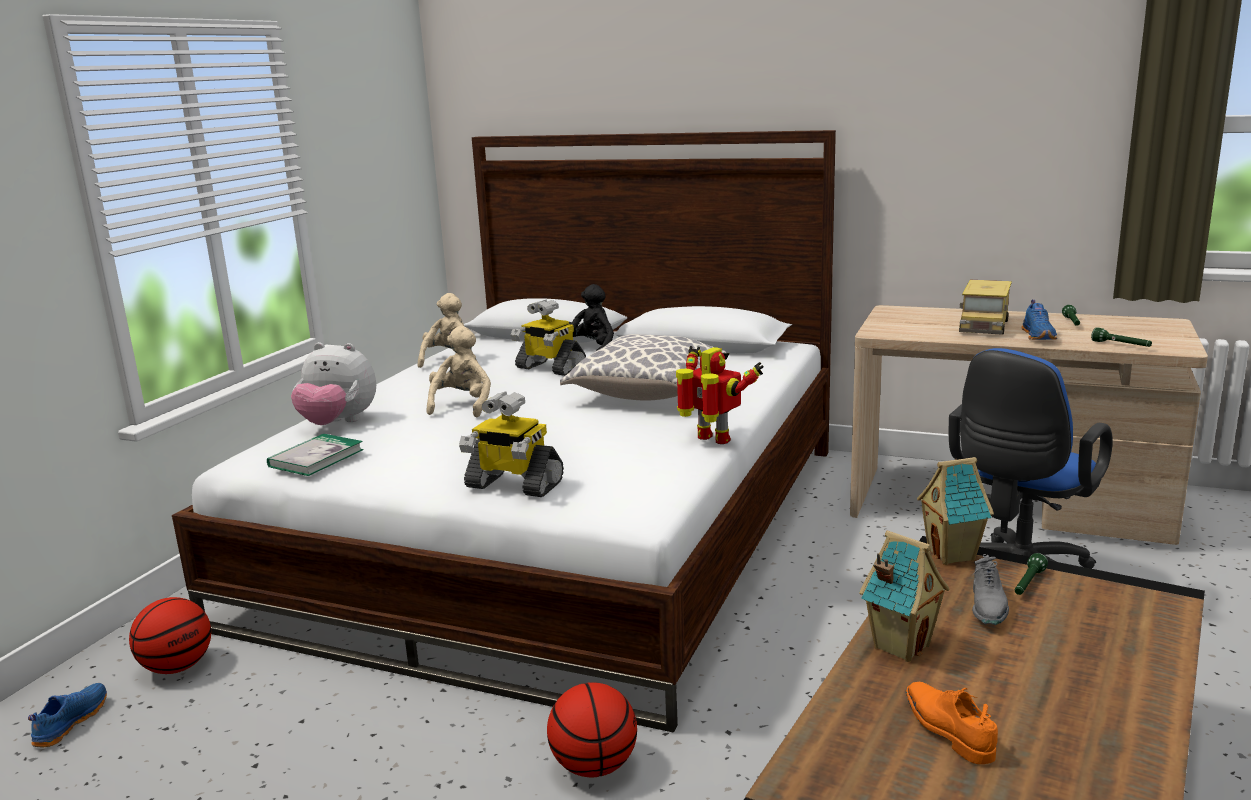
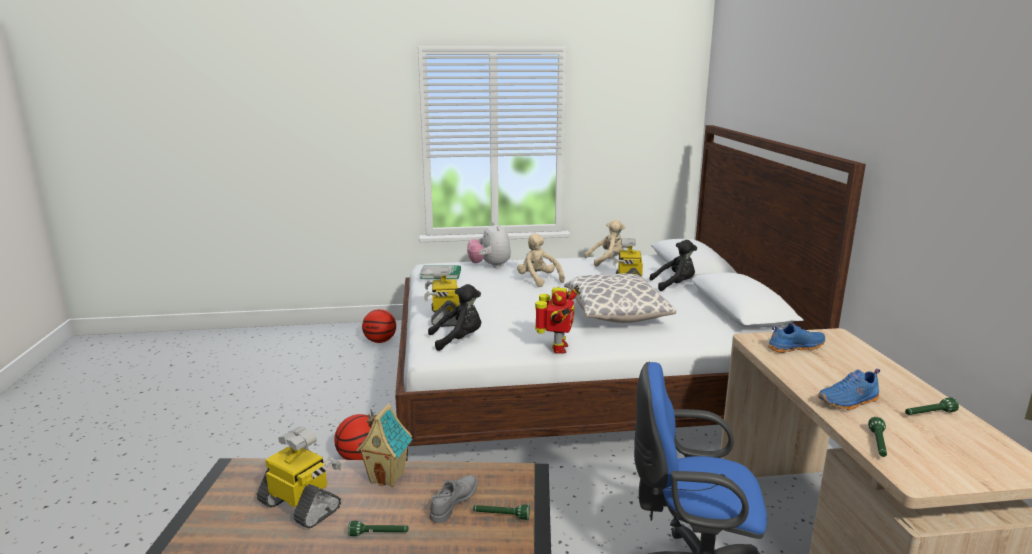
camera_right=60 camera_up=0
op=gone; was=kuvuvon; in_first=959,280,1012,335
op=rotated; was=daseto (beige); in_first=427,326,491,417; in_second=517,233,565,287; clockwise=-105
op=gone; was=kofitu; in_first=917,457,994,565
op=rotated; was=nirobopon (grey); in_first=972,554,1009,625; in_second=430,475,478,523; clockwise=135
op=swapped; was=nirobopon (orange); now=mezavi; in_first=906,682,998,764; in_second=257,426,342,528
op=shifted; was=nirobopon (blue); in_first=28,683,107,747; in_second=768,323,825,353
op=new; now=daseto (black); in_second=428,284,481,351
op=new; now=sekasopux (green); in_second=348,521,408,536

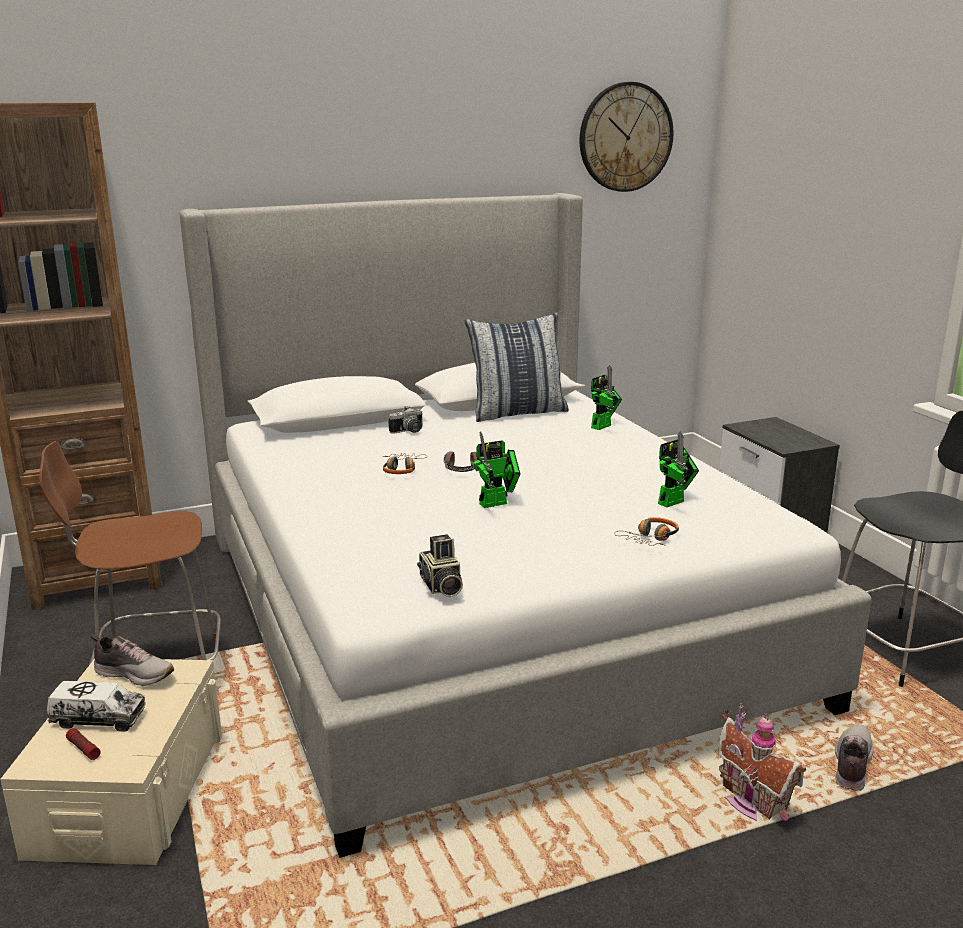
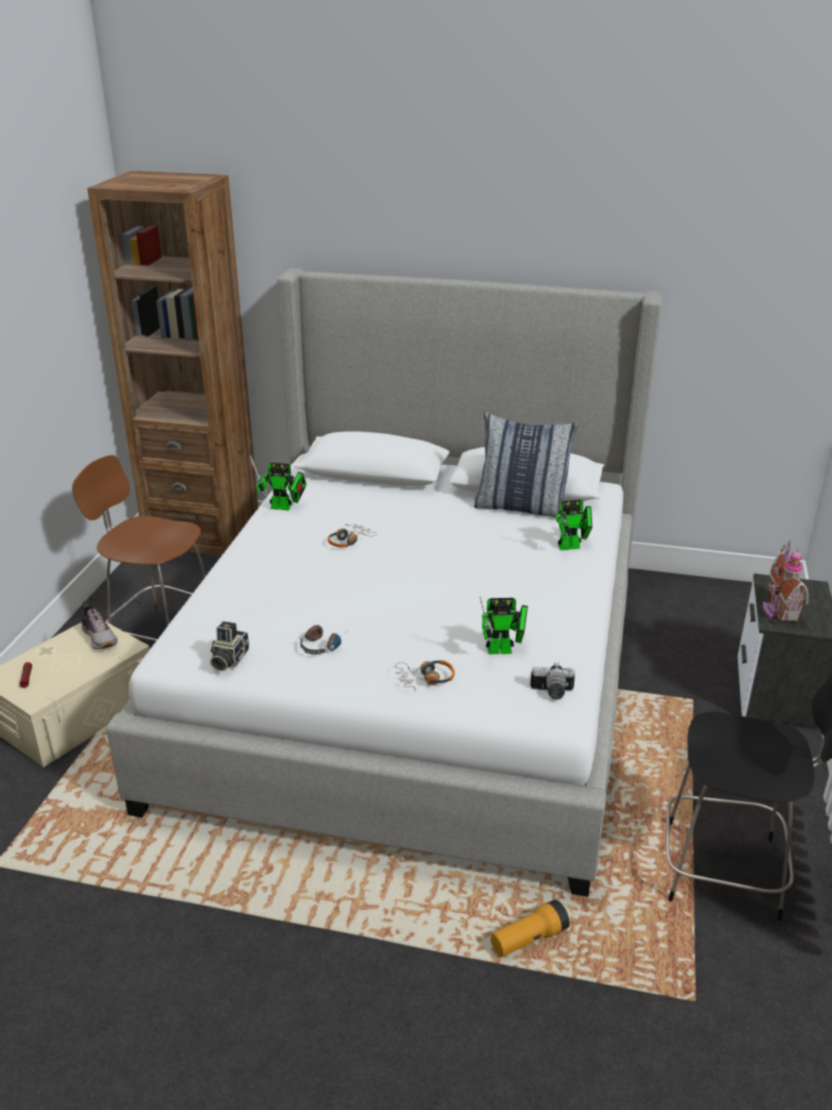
camera_right=35 camera_up=10
op=gone; was=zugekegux; in_first=580,82,674,192
op=shifted; was=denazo; in_first=388,406,423,434; in_second=530,662,575,700
op=shifted; was=mezavi; in_first=474,431,520,508; in_second=250,455,306,511
op=shifted; was=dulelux; in_first=444,451,477,472; in_second=300,625,346,654
op=gone; was=kuvuvon; in_first=47,681,146,732
op=shifted; was=kofitu; in_first=718,703,806,821; in_second=763,541,808,622
op=swapped; was=nirobopon; now=sekasopux; in_first=835,724,873,791; in_second=491,900,570,957

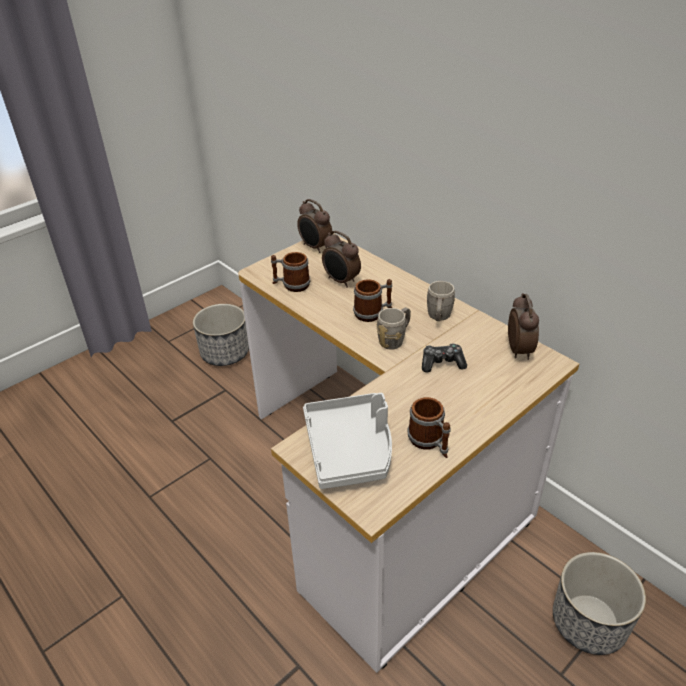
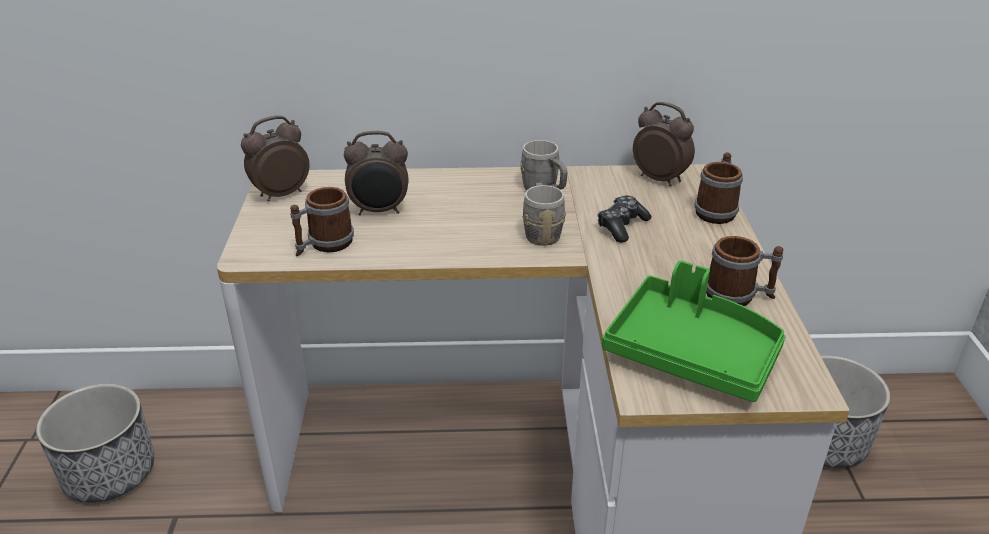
camera_right=-50 camera_up=-5
op=rotated; was=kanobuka; in_first=297,199,332,253; in_second=241,116,310,201; clockwise=150
op=shifted; was=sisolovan; in_first=353,279,392,322; in_second=695,152,743,224
op=repainted; was=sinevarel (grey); now=sinevarel (green); in_first=303,393,392,489; in_second=602,261,785,402

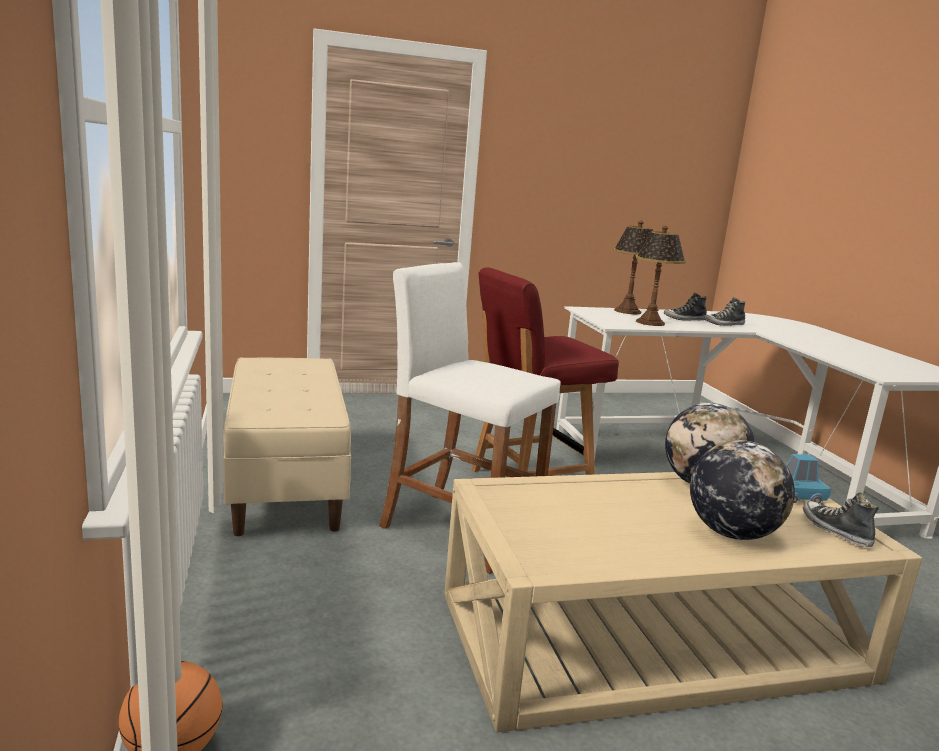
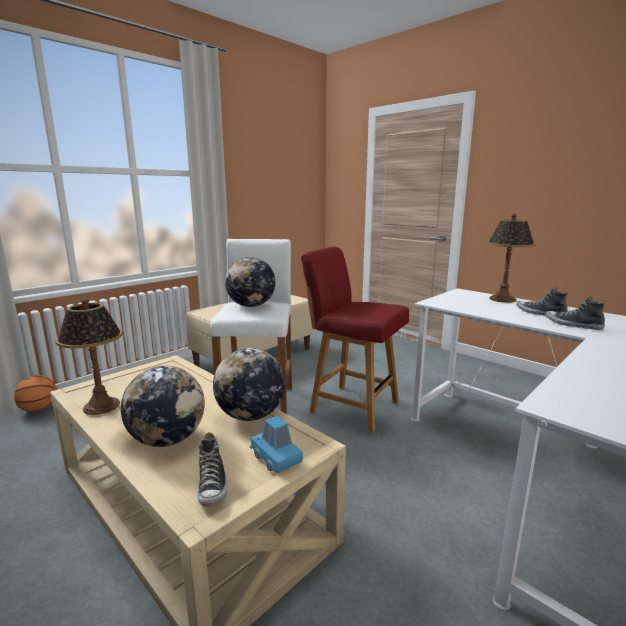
camera_right=60 camera_up=0
op=shifted; was=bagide; in_first=635,226,686,326; in_second=55,298,123,415
op=rotated; was=nirobopon; in_first=803,492,879,547; in_second=197,432,227,506; clockwise=135
op=new; now=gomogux; in_second=225,257,275,307

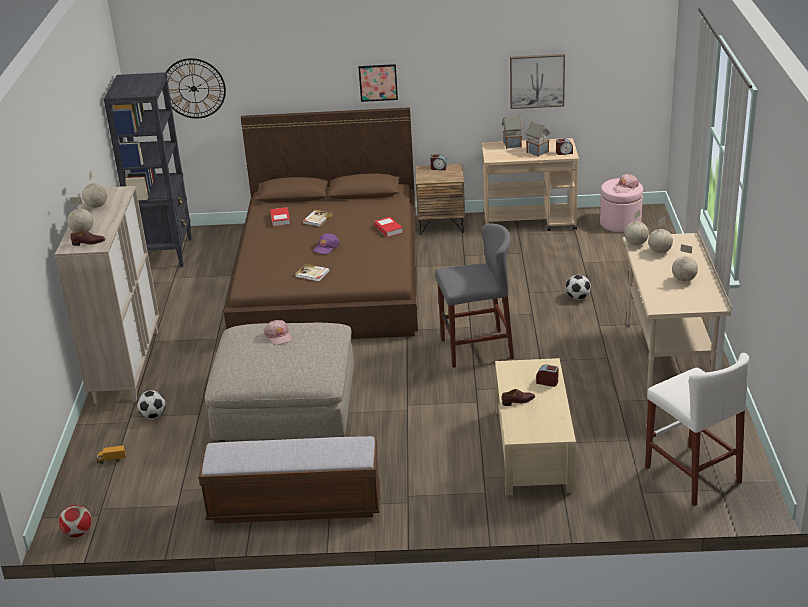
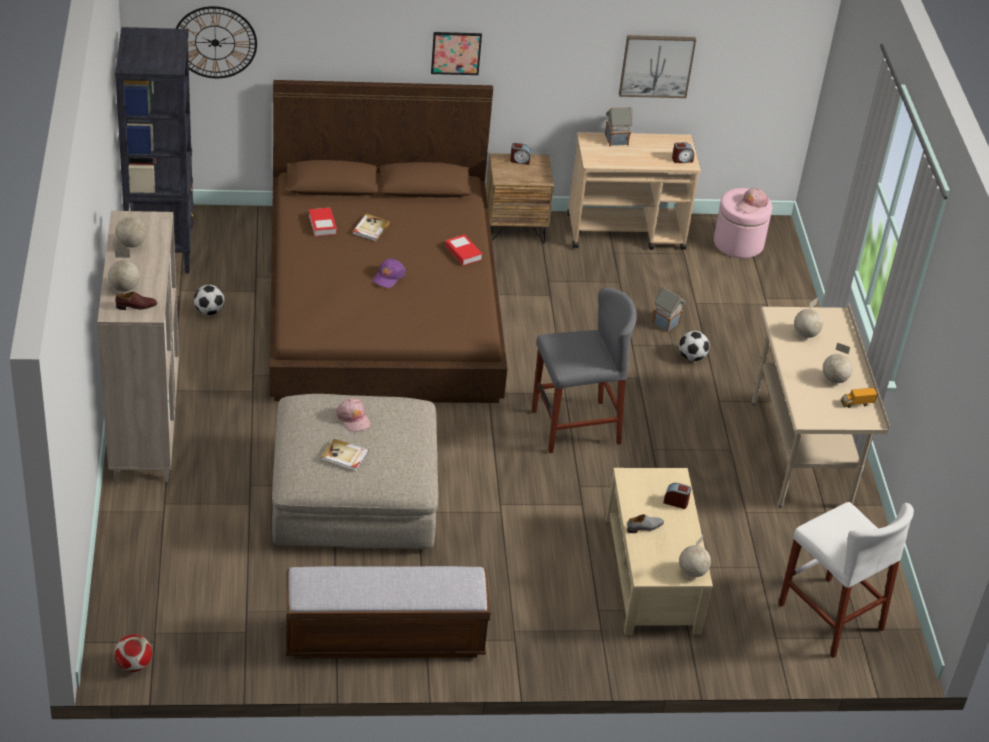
camera_right=-10 camera_up=10
op=shifted; was=kofitu; in_first=526,121,551,157; in_second=652,286,686,333
op=shifted; was=gomogux; in_first=624,209,649,245; in_second=679,534,711,577
op=shifted; was=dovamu; in_first=295,264,330,281; in_second=322,439,368,471
op=repainted; was=nirobopon (brown); now=nirobopon (grey); in_first=502,389,535,406; in_second=627,514,664,533
op=shifted; was=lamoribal; in_first=137,390,166,419; in_second=194,285,225,315
op=shifted; was=kuvuvon; in_first=97,445,126,464; in_second=841,388,878,408

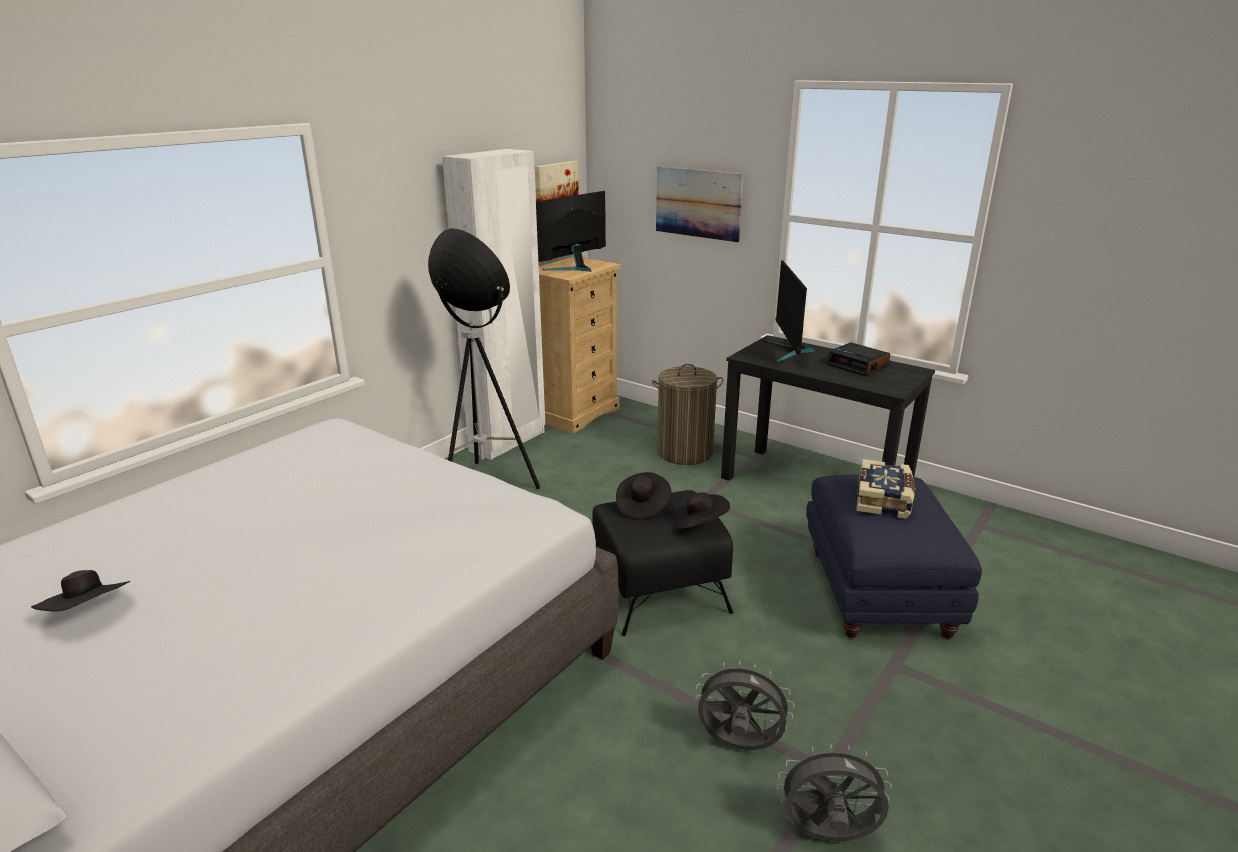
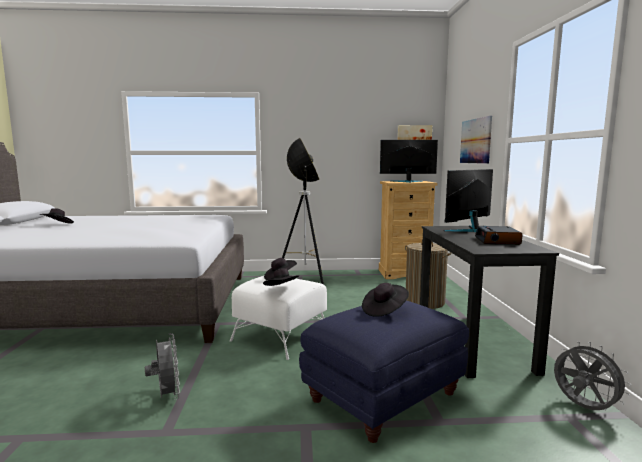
camera_right=50 camera_up=-15
op=gone; was=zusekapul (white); in_first=442,149,545,460
op=swapped; was=dovamu; now=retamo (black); in_first=856,459,915,519; in_second=362,283,409,317
op=repainted; was=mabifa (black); now=mabifa (white); in_first=592,490,733,636; in_second=230,276,327,360
op=shifted; was=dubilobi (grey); in_first=777,743,892,842; in_second=554,341,631,411

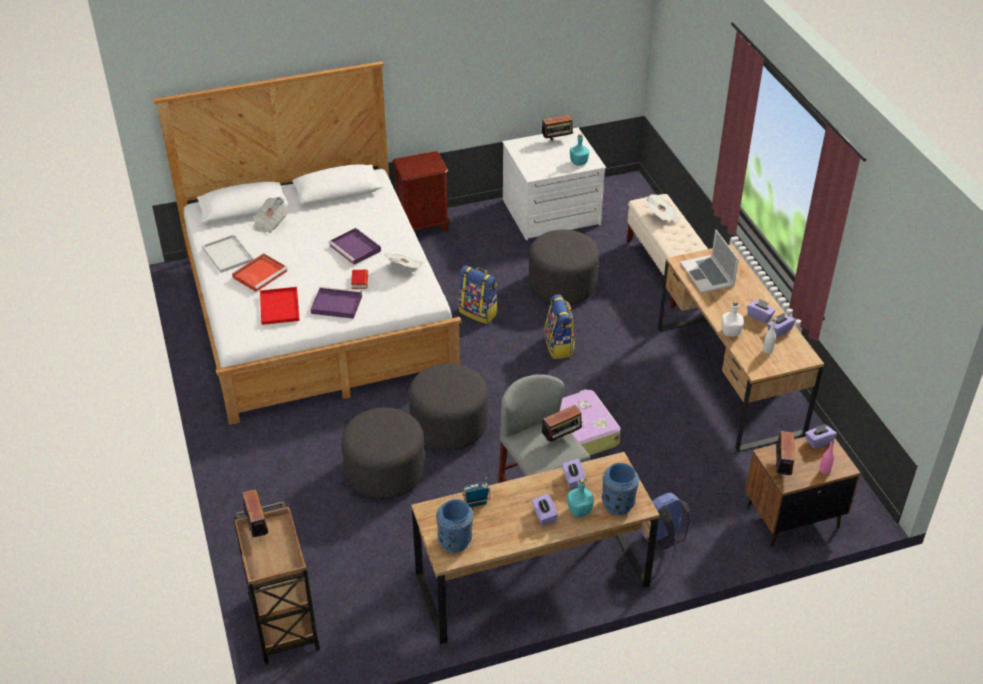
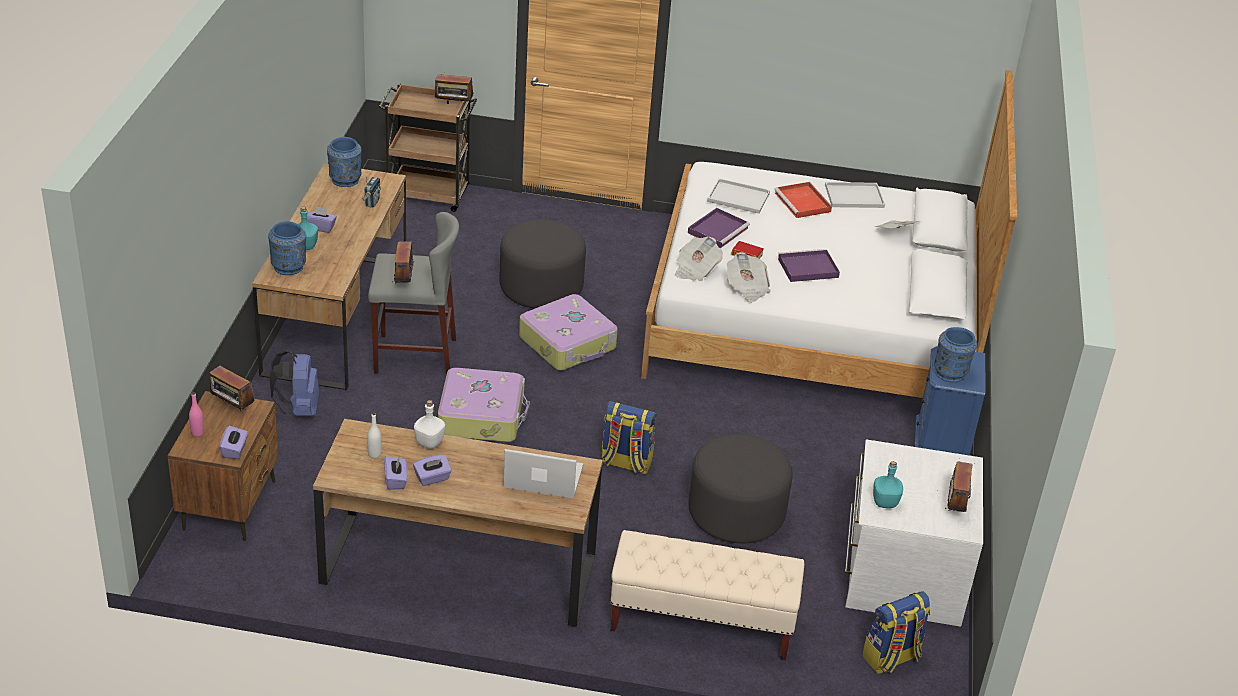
camera_right=115 camera_up=-5
op=repainted; was=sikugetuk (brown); now=sikugetuk (blue); in_first=393,151,450,231; in_second=915,346,985,456
op=shifted; was=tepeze; in_first=645,194,680,222; in_second=675,237,723,281
op=shifted; was=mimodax; in_first=459,265,498,324; in_second=862,591,930,674
op=repainted; was=sinevarel (red); now=sinevarel (white); in_first=260,287,300,325; in_second=707,178,770,214
op=swapped; was=mabifa (grey); now=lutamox; in_first=409,363,488,450; in_second=519,294,618,370
op=gone; was=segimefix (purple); in_first=562,459,586,489
op=new; now=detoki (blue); in_second=934,327,977,382

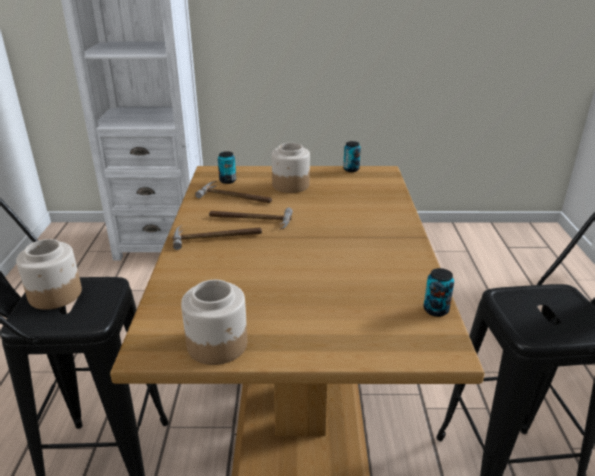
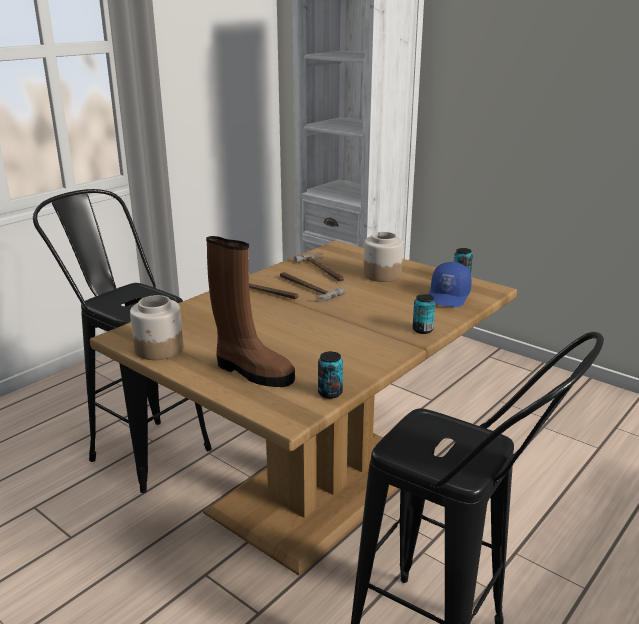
camera_right=40 camera_up=-5
op=shifted; was=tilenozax; in_first=218,151,236,184; in_second=413,294,436,334
op=gone; was=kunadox; in_first=16,239,82,310
op=new; now=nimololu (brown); in_second=206,236,295,387
op=new; now=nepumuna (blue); in_second=429,262,472,307

